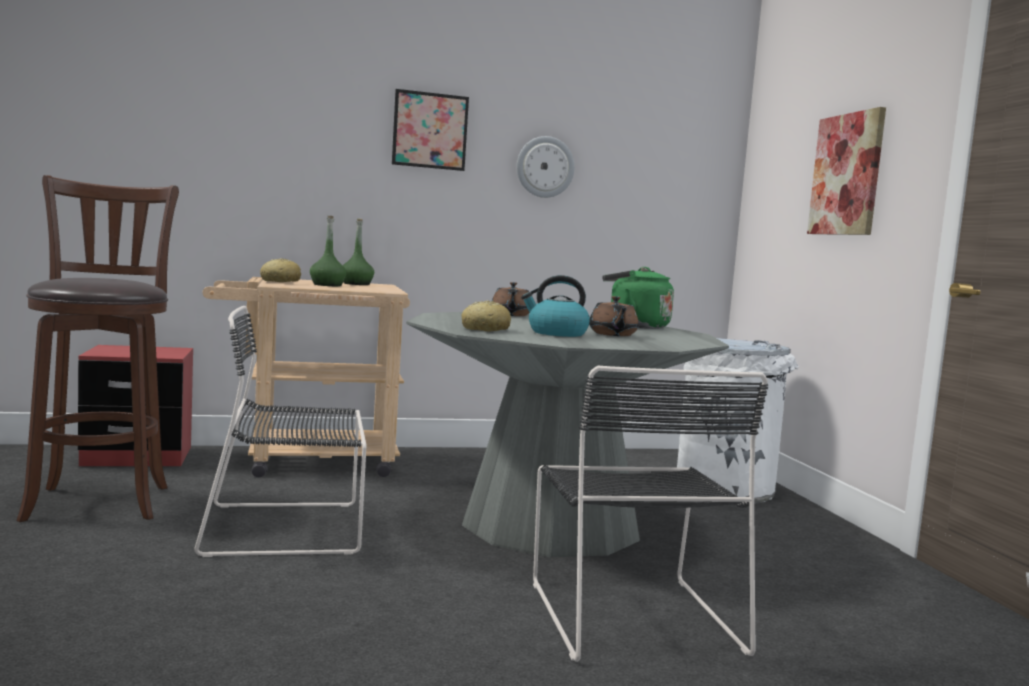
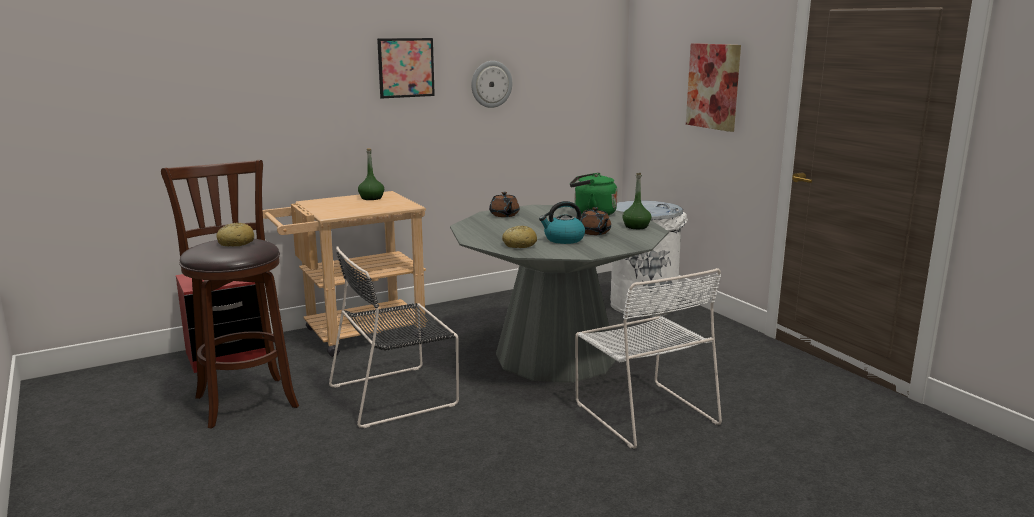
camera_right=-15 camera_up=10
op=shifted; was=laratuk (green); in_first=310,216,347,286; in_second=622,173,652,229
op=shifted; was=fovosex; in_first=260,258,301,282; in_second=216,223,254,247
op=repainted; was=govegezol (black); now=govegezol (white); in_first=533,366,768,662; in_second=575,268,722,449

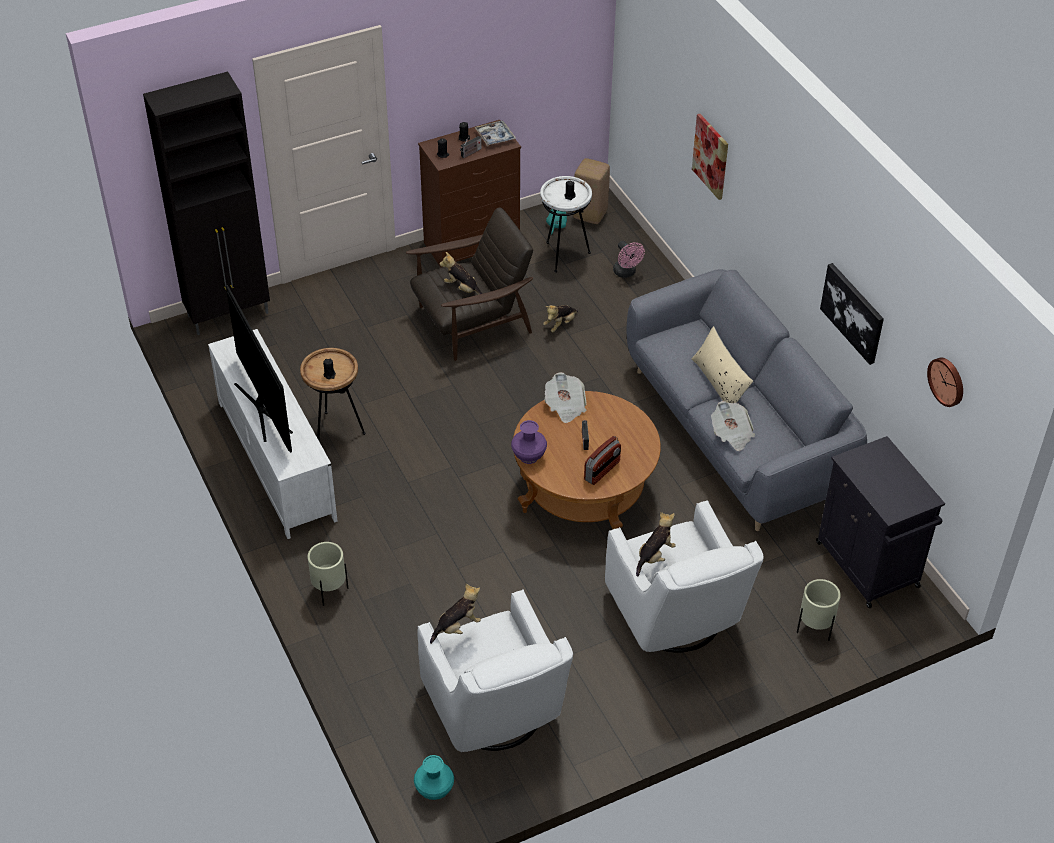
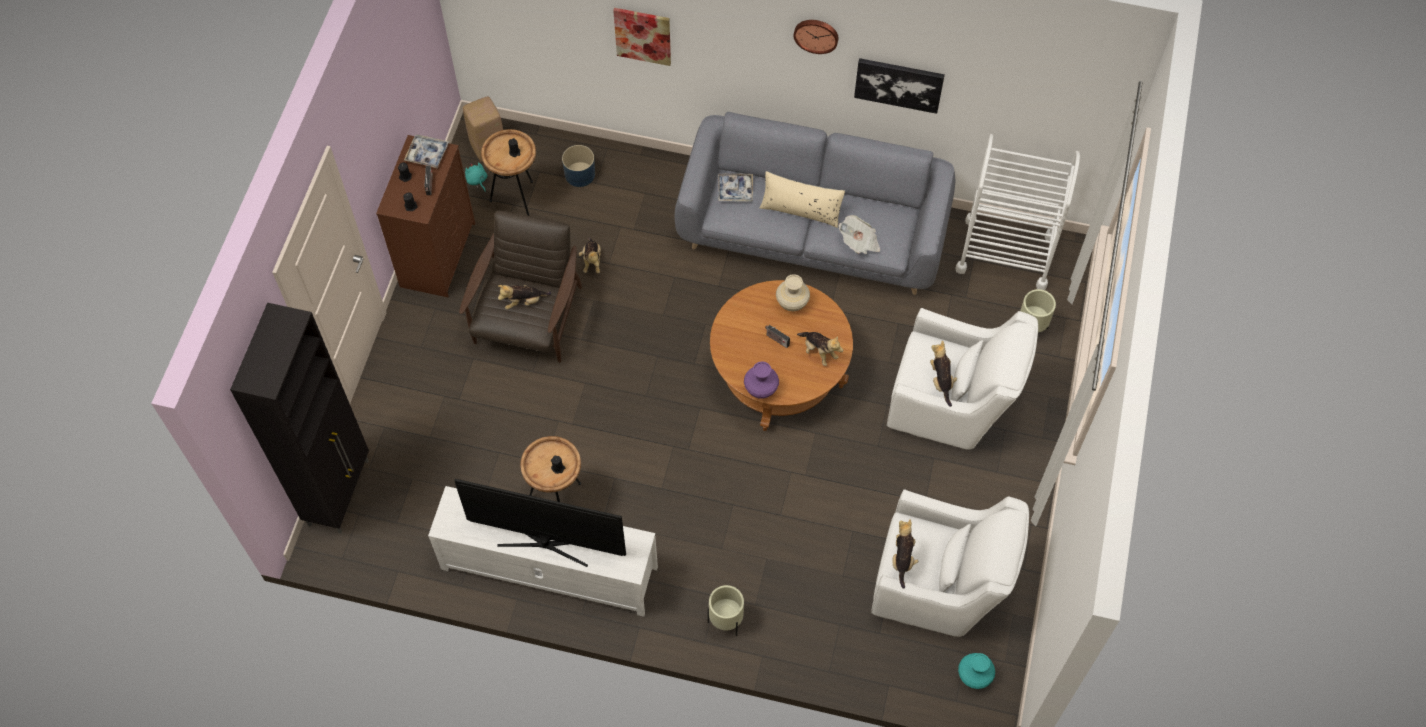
camera_right=-50 camera_up=15
op=repainted; was=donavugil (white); now=donavugil (brown); in_first=540,176,592,273; in_second=481,129,536,216
op=swapped; was=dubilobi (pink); now=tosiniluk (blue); in_first=613,241,645,278; in_second=562,145,595,187
op=shifted; was=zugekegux; in_first=927,358,963,407; in_second=793,20,839,54
op=gone; was=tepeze; in_first=545,372,587,423
op=swapped; was=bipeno; now=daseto; in_first=584,436,621,485; in_second=797,332,843,366
op=swapped; was=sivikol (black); now=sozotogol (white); in_first=816,436,945,608; in_second=955,134,1080,290
op=new; now=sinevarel; in_second=718,173,753,202
op=new; now=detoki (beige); in_second=776,274,810,311

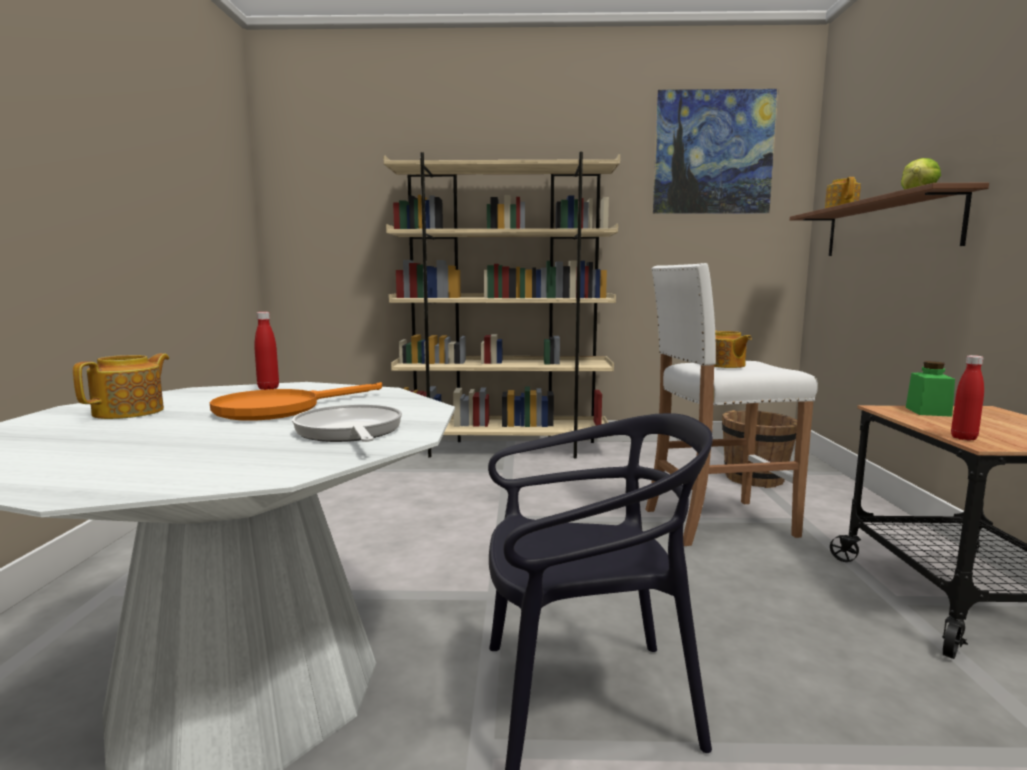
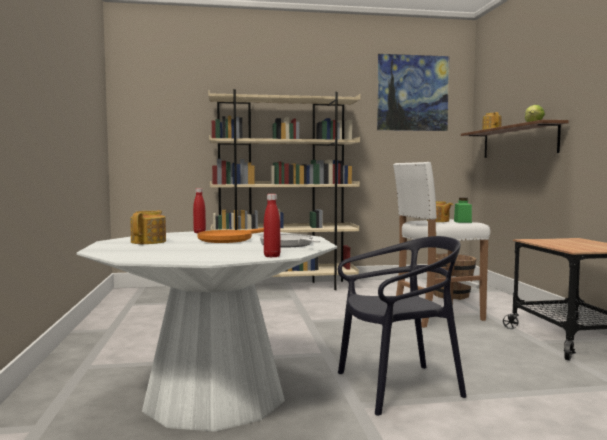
camera_right=-10 camera_up=-5
op=shifted; was=laratuk (red); in_first=951,355,984,440; in_second=264,194,281,258
op=shifted; was=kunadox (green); in_first=906,361,955,417; in_second=454,198,472,223

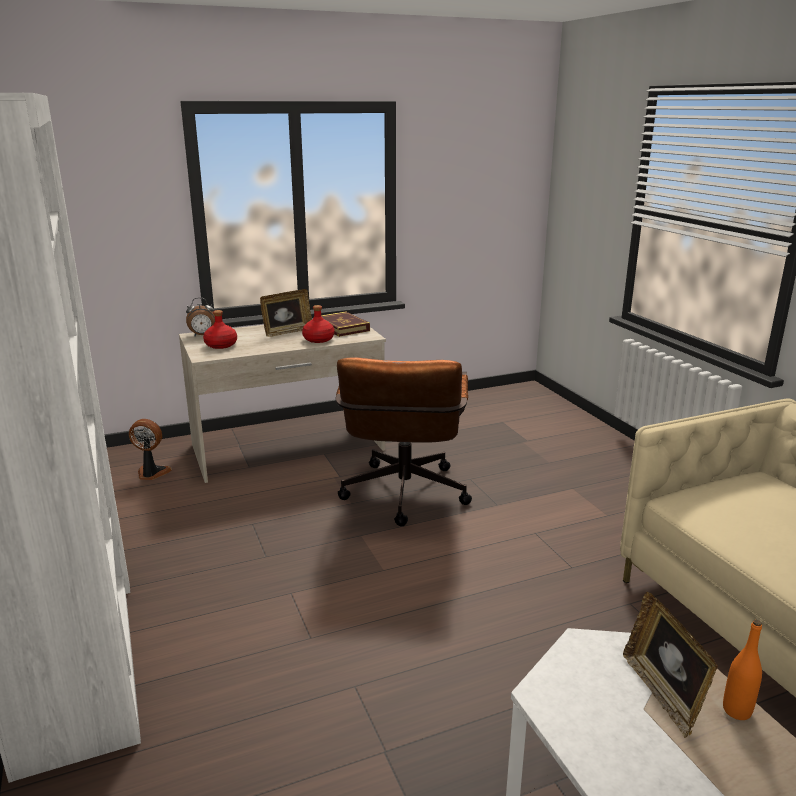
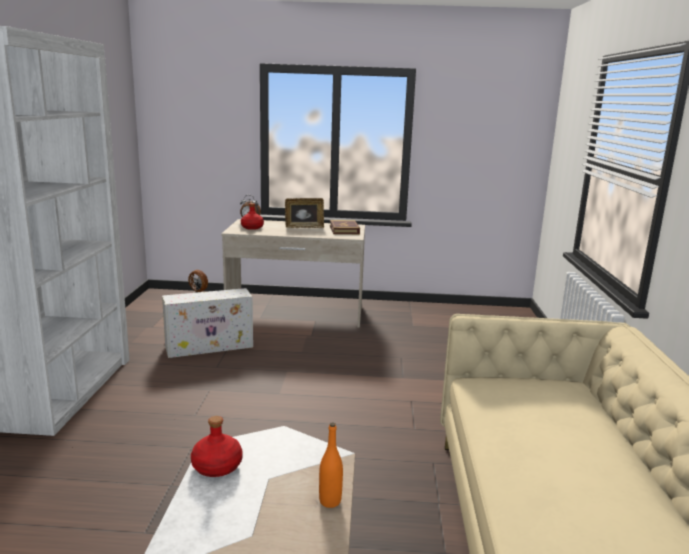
camera_right=25 camera_up=-5
op=shifted; was=laratuk (red); in_first=302,305,335,343; in_second=191,416,243,477
op=gone; was=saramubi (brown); in_first=336,357,472,526
op=gone; was=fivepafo; in_first=623,592,718,738
op=new; now=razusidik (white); in_second=162,288,253,358

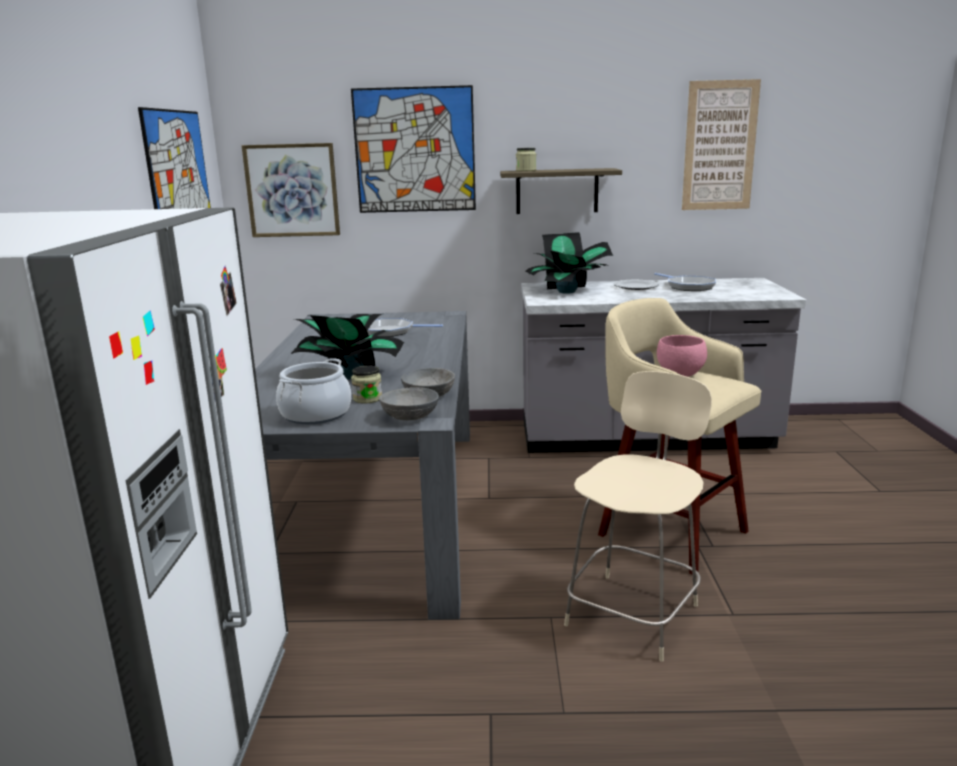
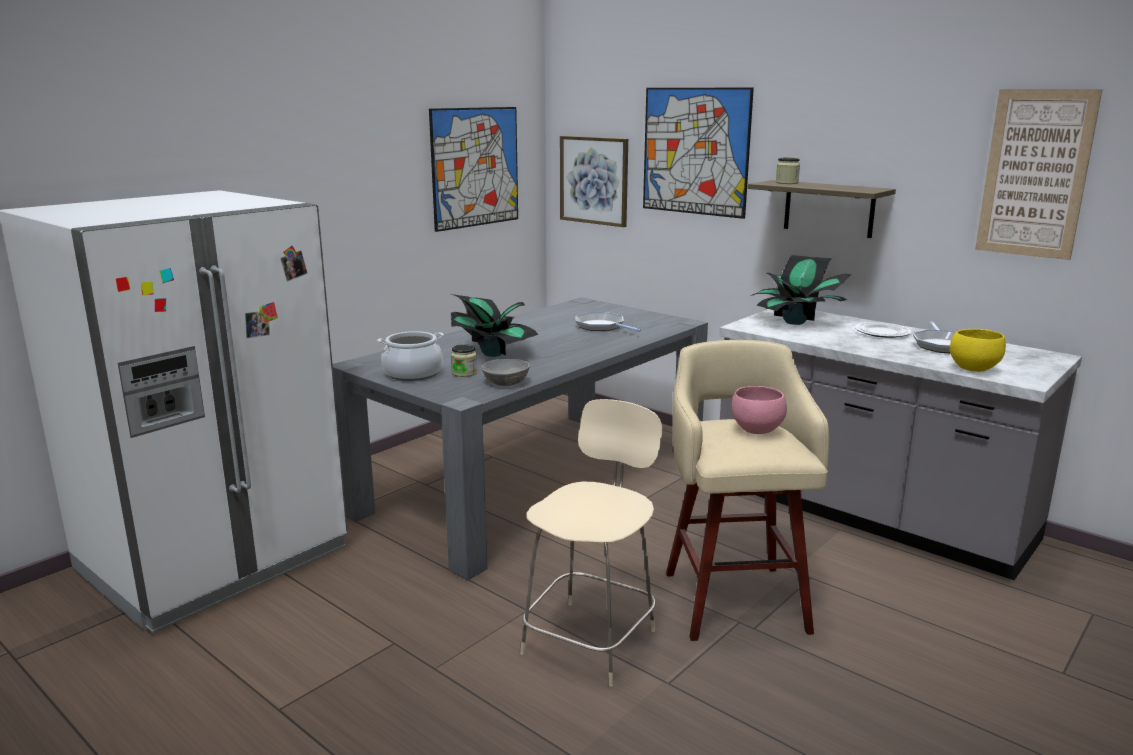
camera_right=40 camera_up=0
op=rotated; was=govegezol (beige); in_first=564,371,712,662; in_second=520,399,662,686; clockwise=-45
op=gone; was=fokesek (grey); in_first=379,387,439,420
op=new; now=fokesek (yellow); in_second=950,329,1006,372

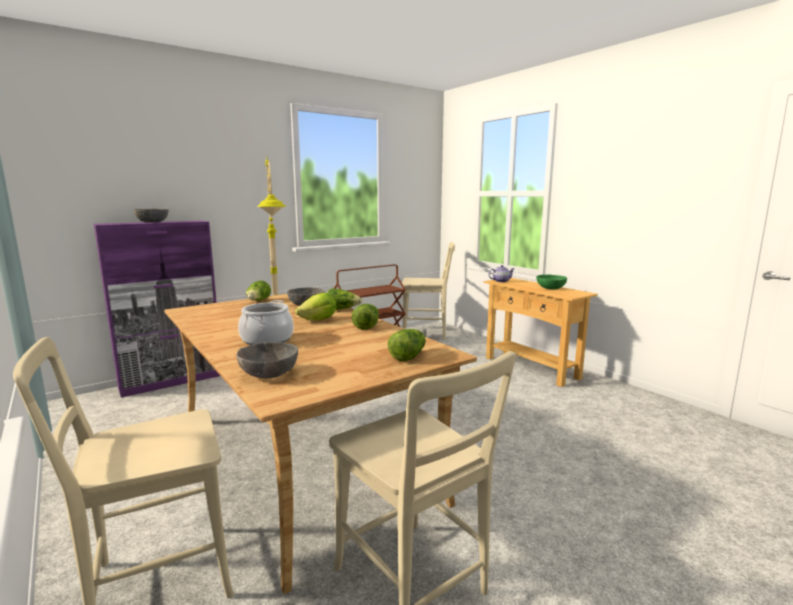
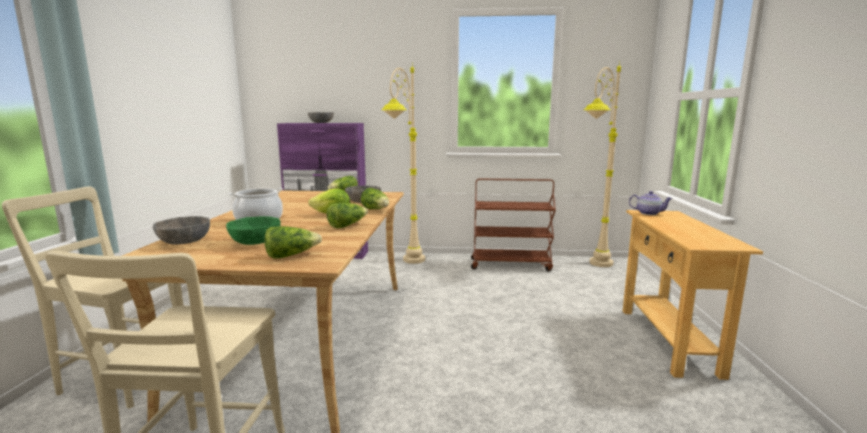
camera_right=40 camera_up=0
op=swapped; was=govegezol (beige); now=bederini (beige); in_first=402,242,455,341; in_second=583,61,621,267
op=shifted; was=fokesek (green); in_first=536,275,567,290; in_second=226,216,280,245

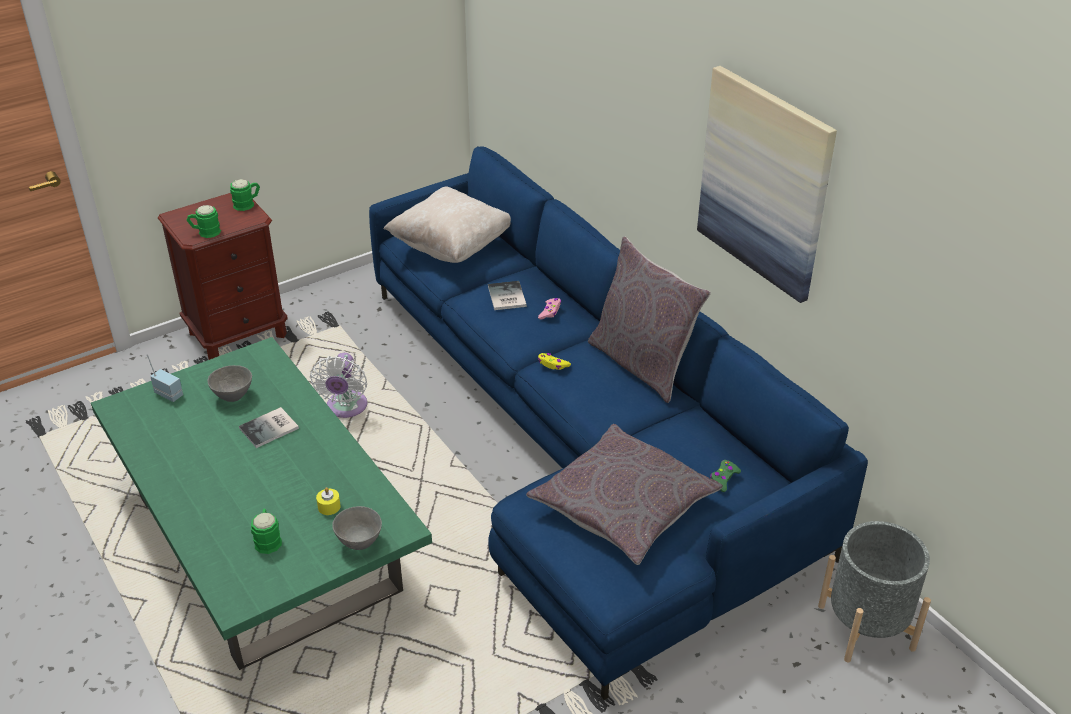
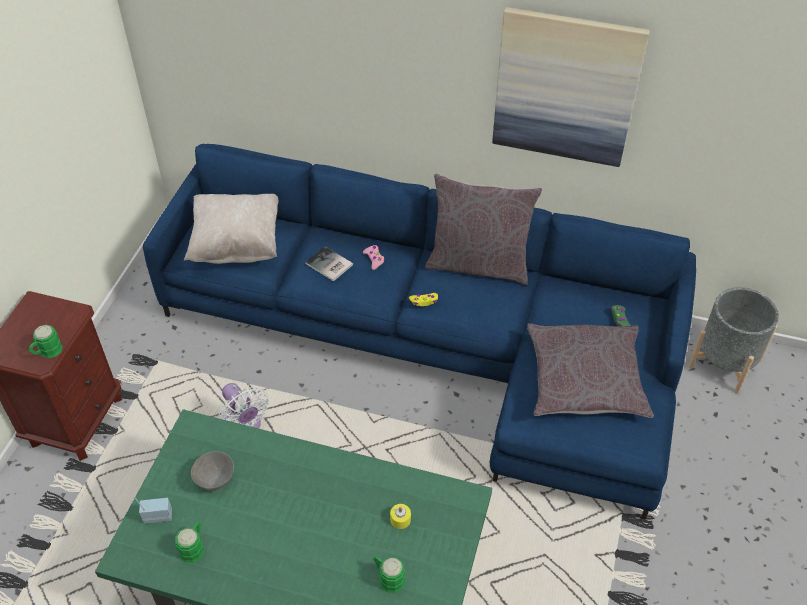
camera_right=-40 camera_up=10
op=shifted; was=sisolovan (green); in_first=230,179,260,211; in_second=175,522,204,563
op=gone; was=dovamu; in_first=239,407,299,448
op=gone; was=fokesek (grey); in_first=332,506,382,550

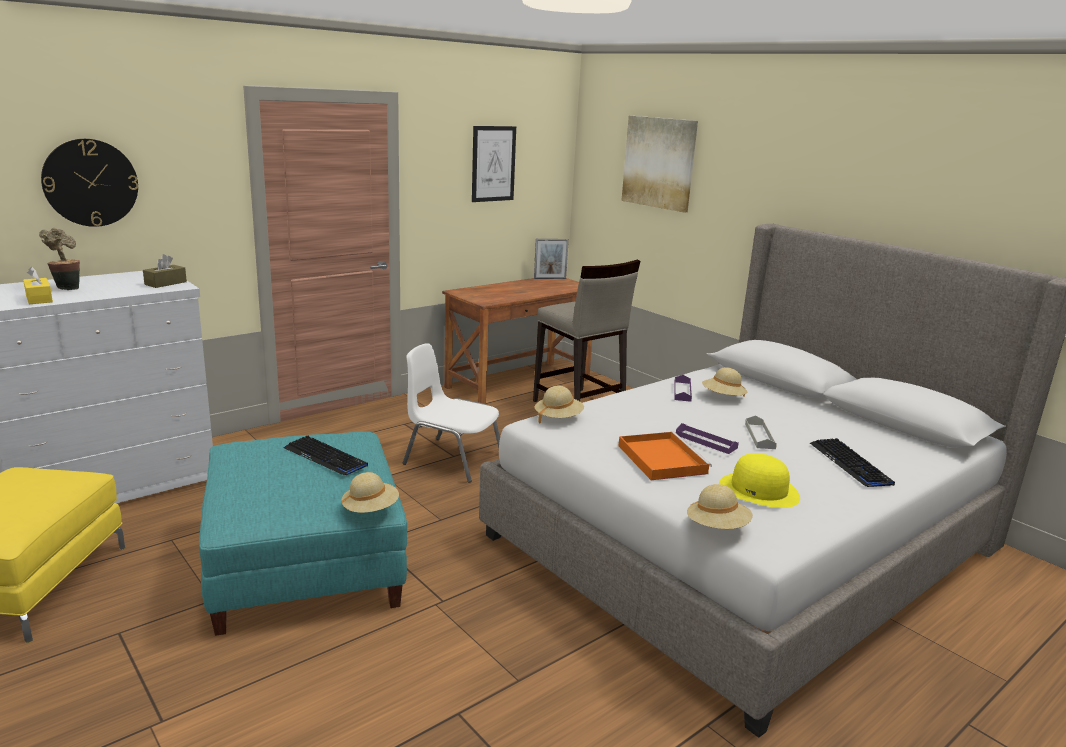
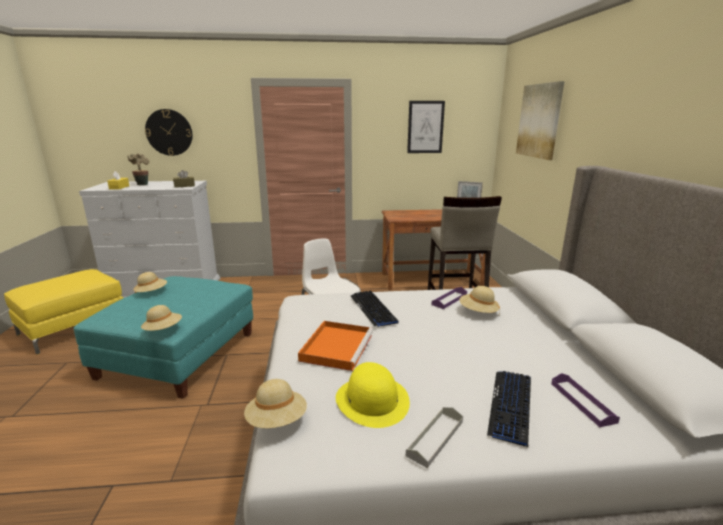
camera_right=35 camera_up=0
op=shifted; was=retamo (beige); in_first=535,386,584,423; in_second=133,272,167,294
op=shifted; was=sinevarel (grey); in_first=745,415,777,449; in_second=406,407,463,468
op=shifted; was=sinevarel (purple); in_first=676,423,739,454; in_second=551,373,620,427
op=shifted; was=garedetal; in_first=284,436,368,475; in_second=351,290,398,327

